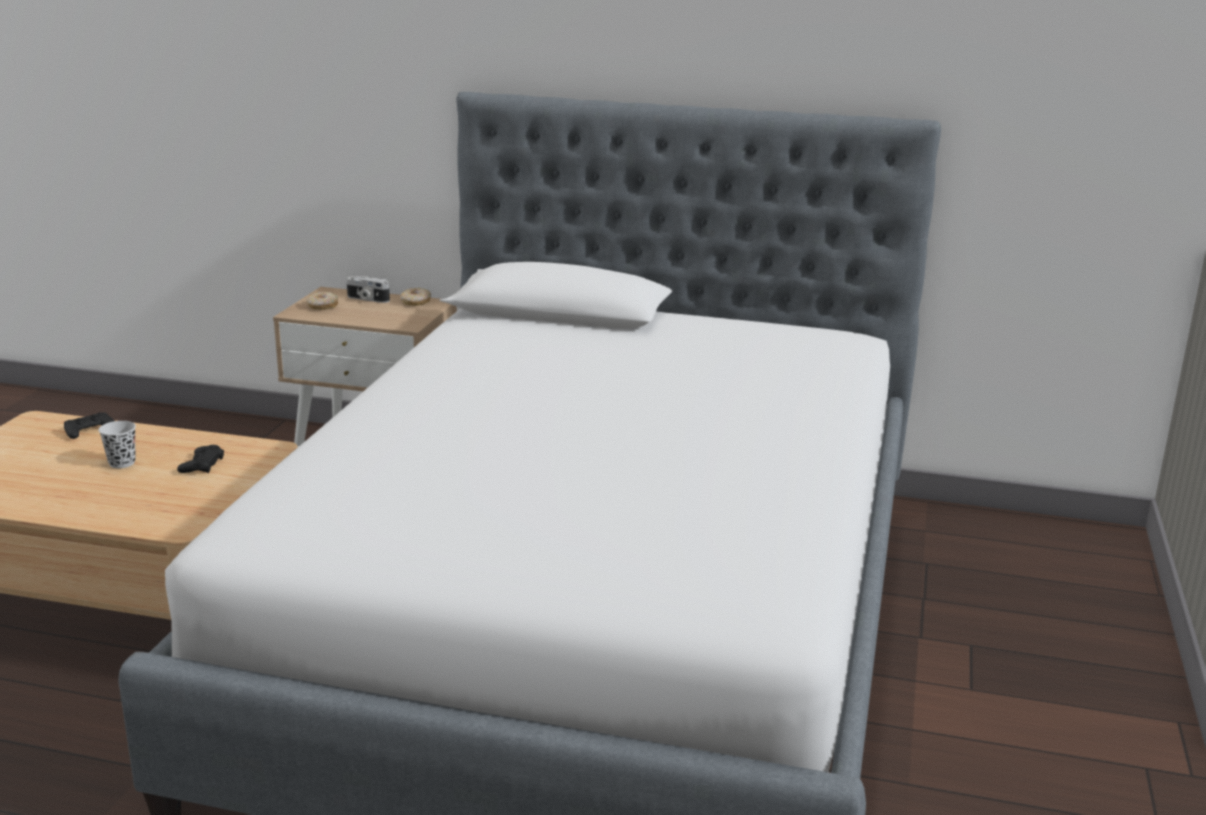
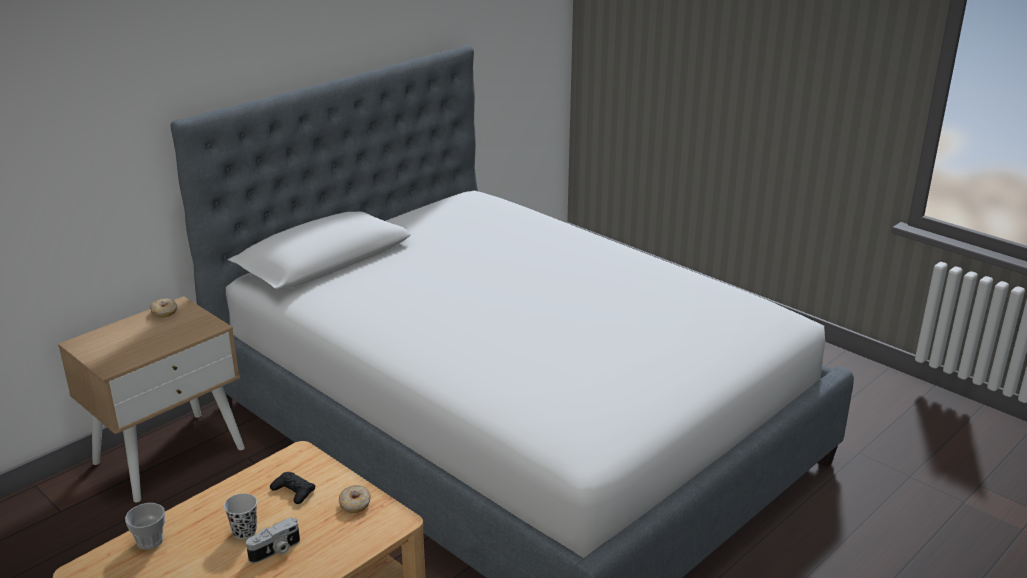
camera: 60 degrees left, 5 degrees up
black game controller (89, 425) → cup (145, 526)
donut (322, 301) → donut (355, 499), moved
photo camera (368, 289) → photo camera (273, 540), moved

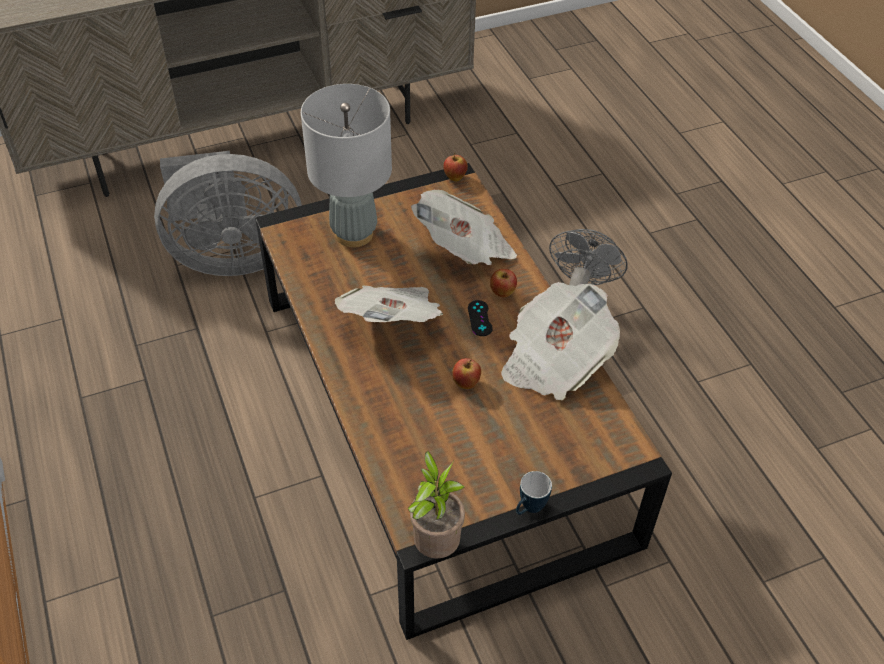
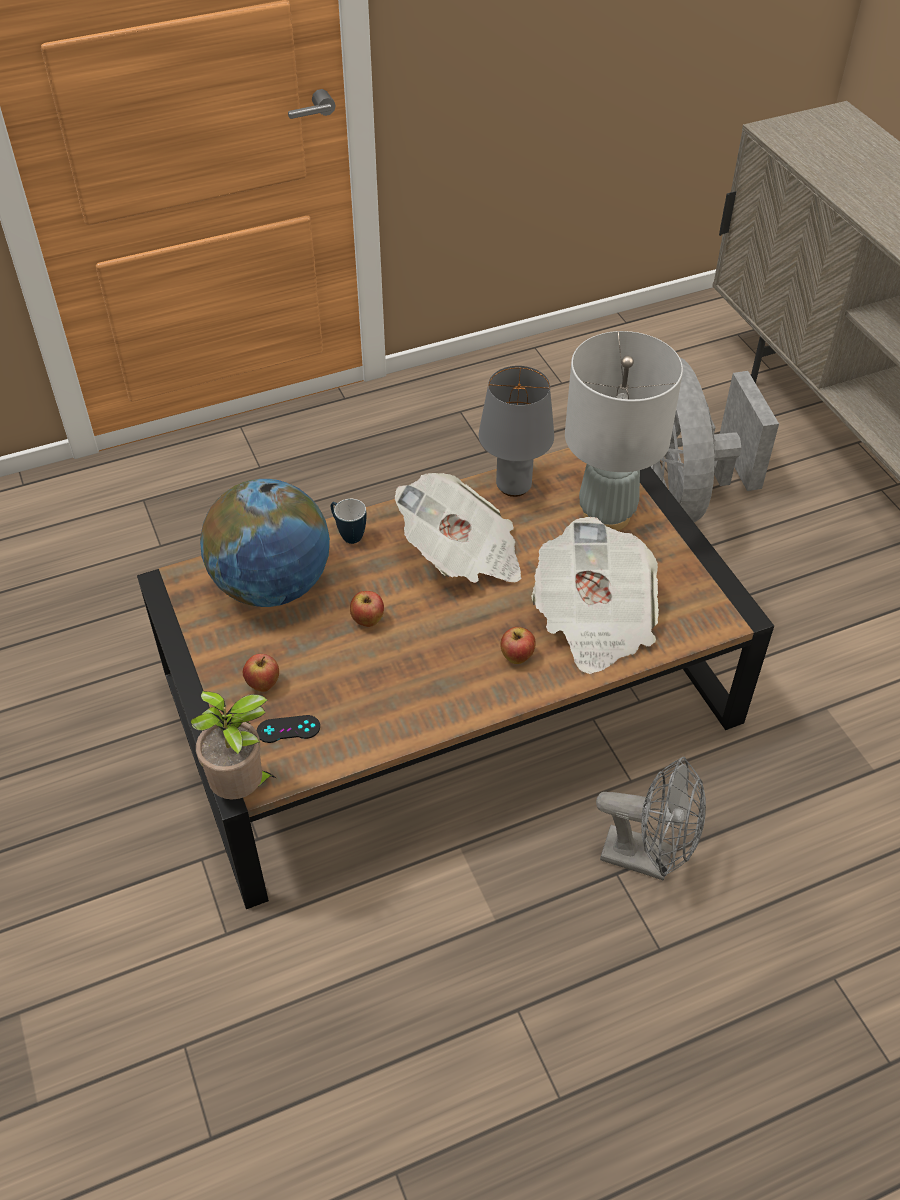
camera: 90 degrees right, 0 degrees up
potted plant (436, 505) → potted plant (234, 745), moved
apple (455, 167) → apple (261, 673), moved
black game controller (480, 318) → black game controller (288, 729), moved
newspaper (560, 341) → -
mug (534, 493) → mug (348, 521), moved
- → globe (265, 543)
- → grey table lamp (516, 431)

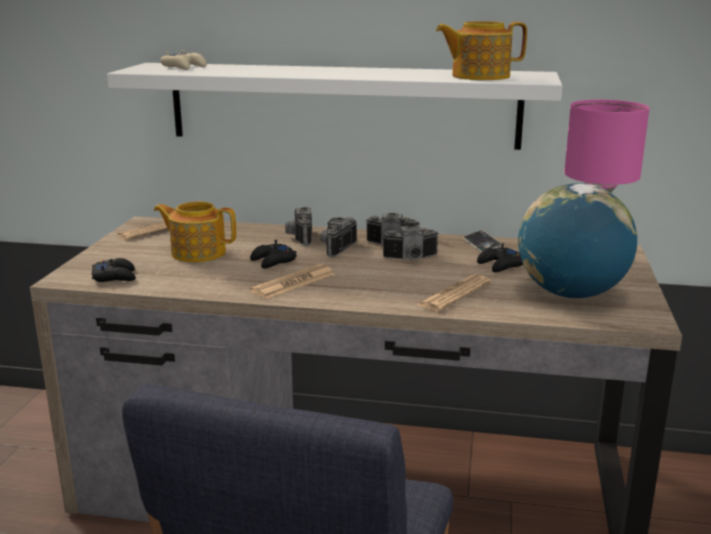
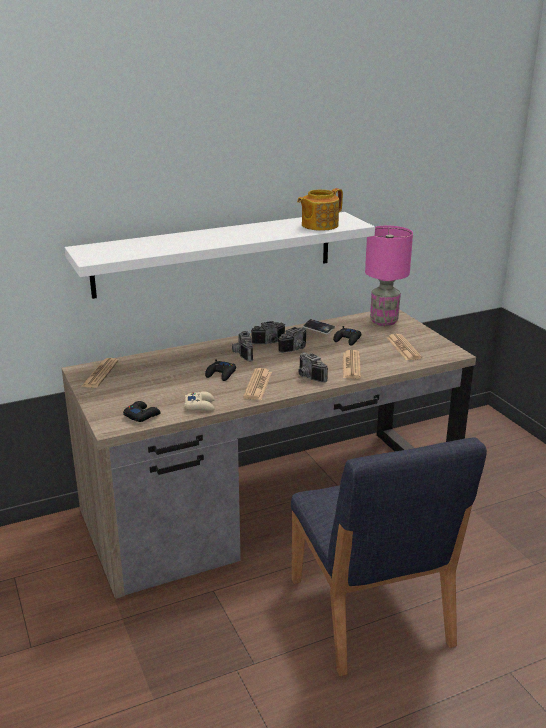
camera: 35 degrees left, 5 degrees up
teapot (195, 231) → -
beige game controller (184, 60) → beige game controller (200, 401), moved
photo camera (298, 226) → photo camera (313, 367), moved
globe (577, 240) → newspaper (404, 347)

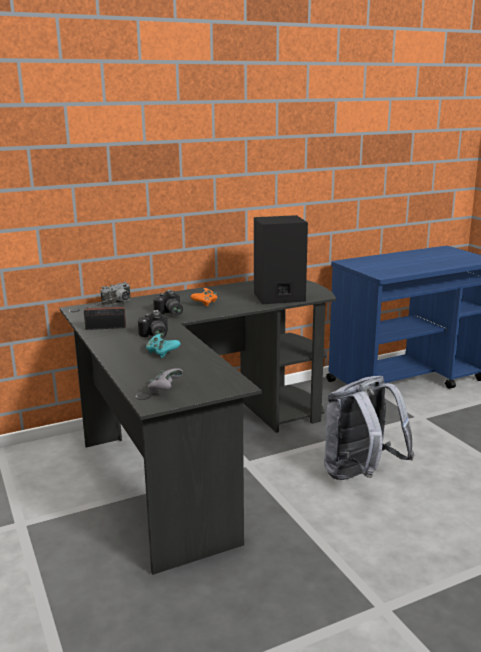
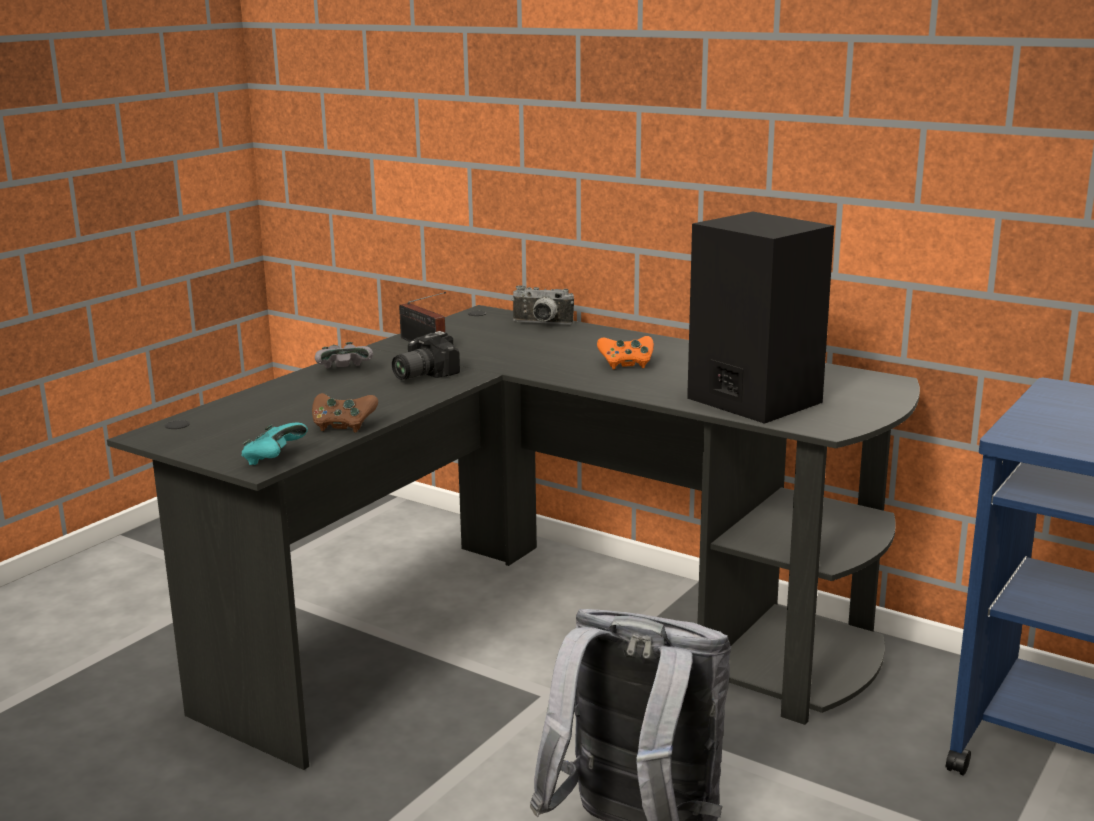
camera: 60 degrees right, 0 degrees up
turquoise game controller (163, 346) → turquoise game controller (275, 444), moved
grey game controller (165, 380) → grey game controller (344, 355), moved
photo camera (168, 303) → -
- → brown game controller (345, 413)

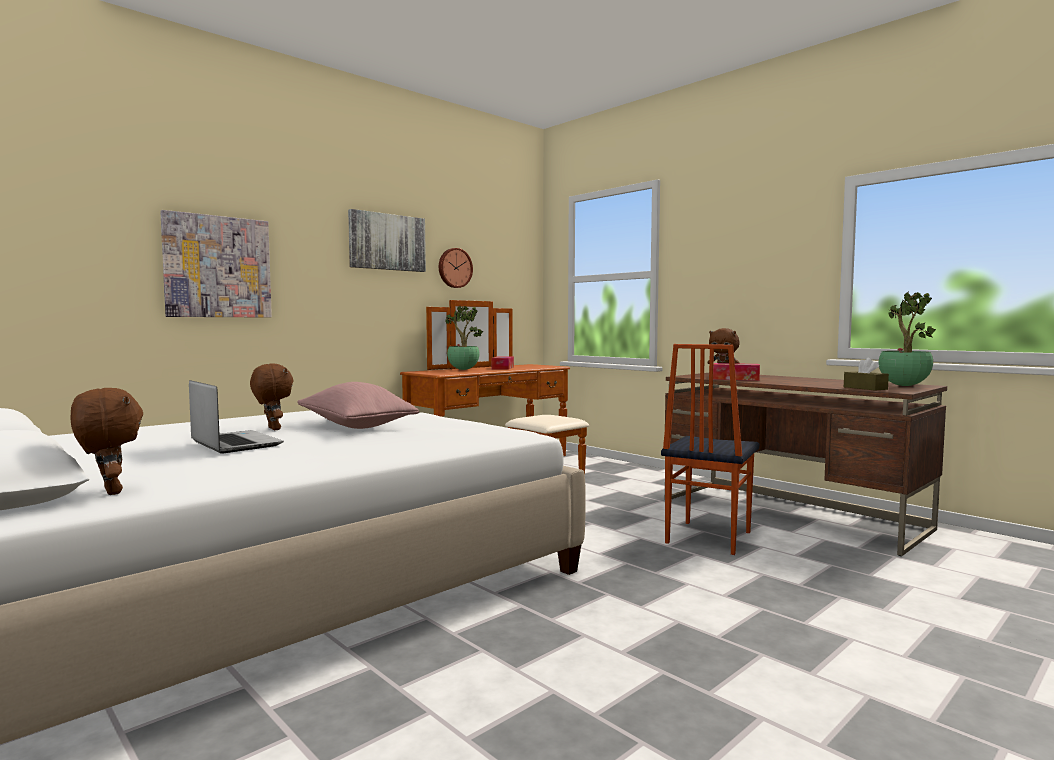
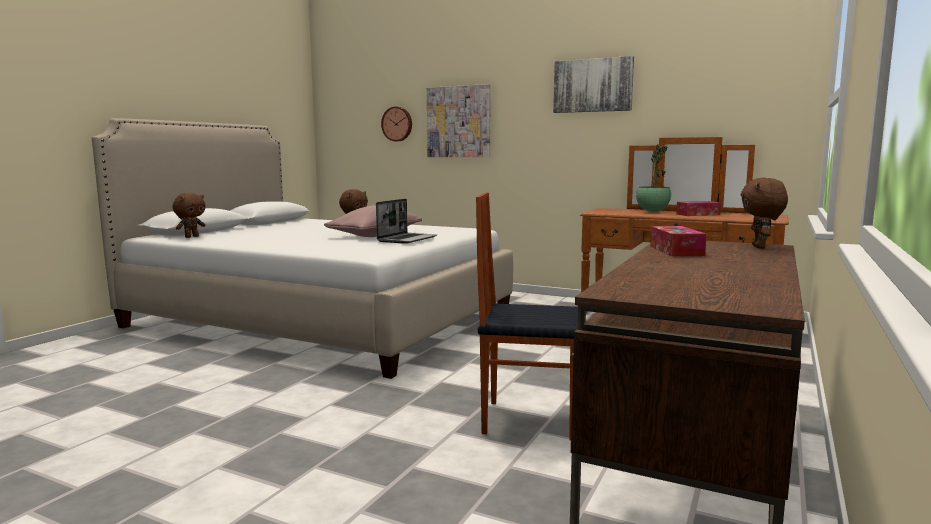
camera: 70 degrees right, 5 degrees up
laptop (236, 416) → laptop (406, 221), moved
wall clock (456, 268) → wall clock (396, 124), moved
brown tissue box (866, 374) → -
potted plant (907, 339) → -

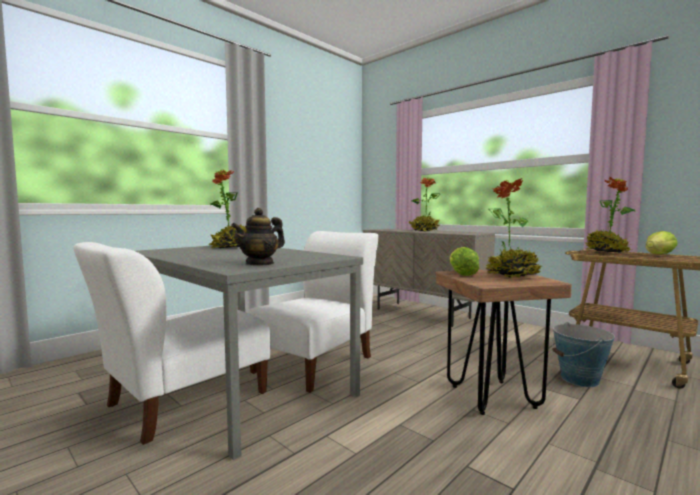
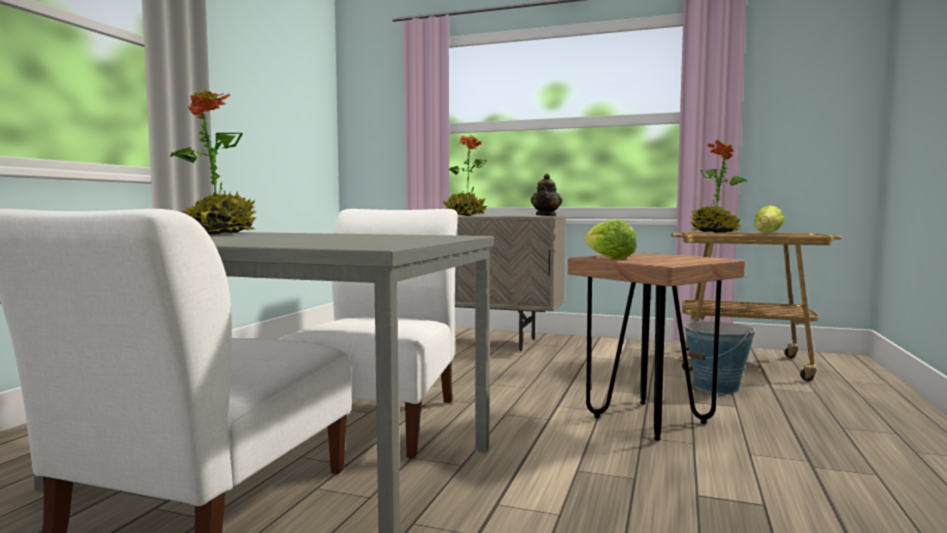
camera: 25 degrees left, 0 degrees up
teapot (258, 237) → teapot (546, 195), moved
potted plant (514, 228) → -

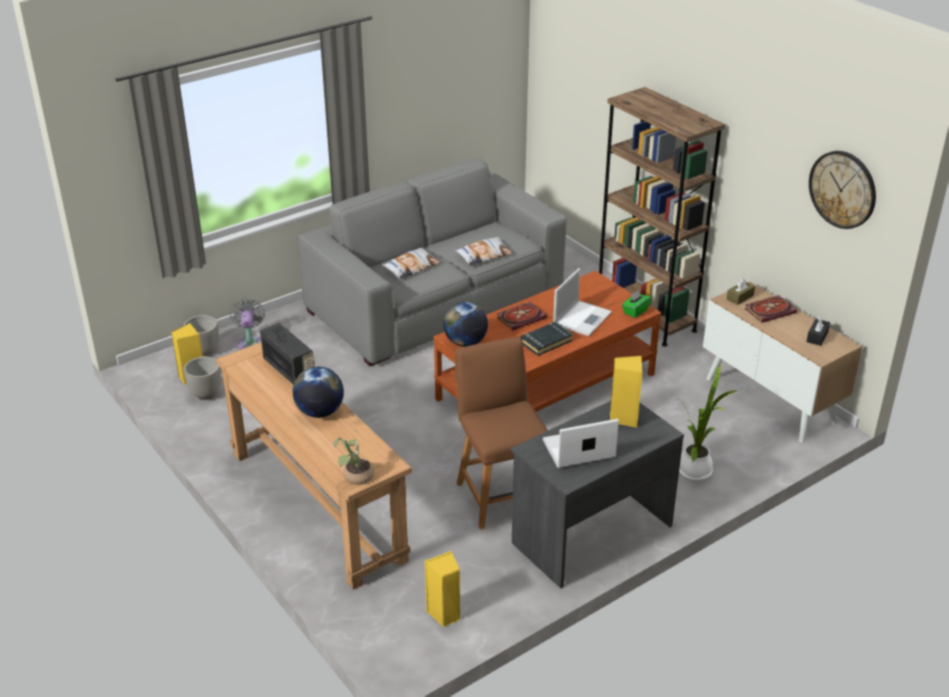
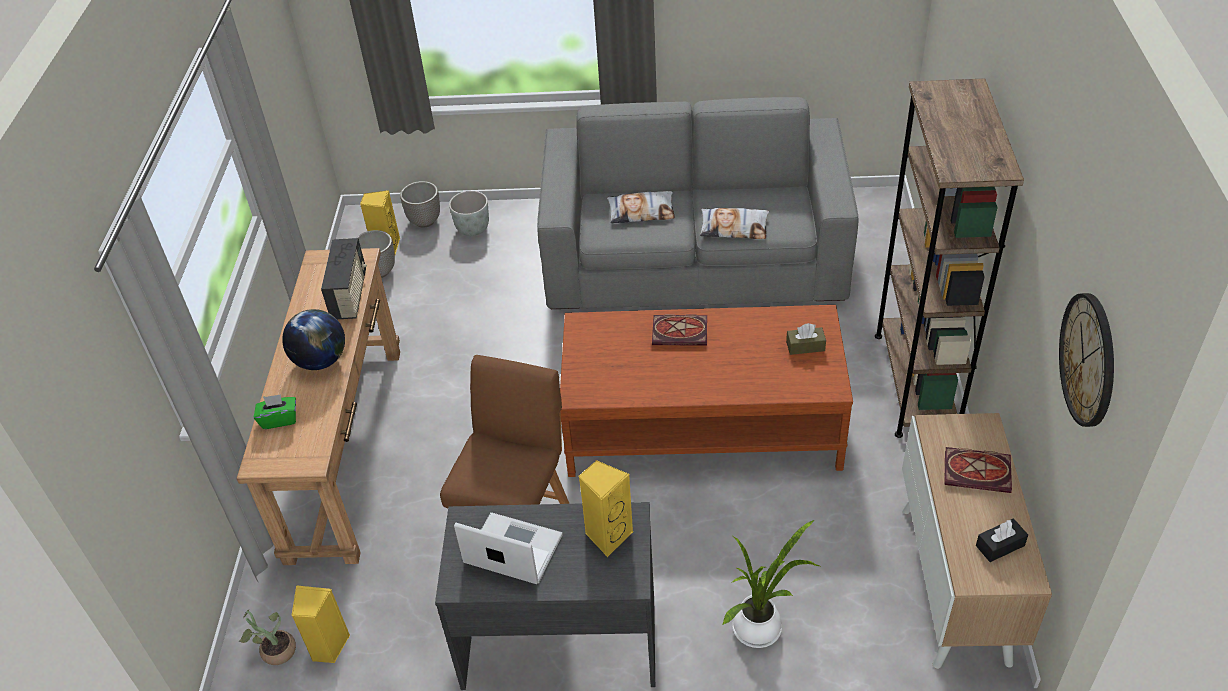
camera: 40 degrees right, 10 degrees up
grey fan (247, 324) → grey planter (469, 213)
potted plant (353, 461) → potted plant (267, 637), moved
globe (465, 324) → -
black book (547, 339) → -
laptop (582, 302) → -
green tissue box (636, 304) → green tissue box (275, 411), moved
brown tissue box (740, 291) → brown tissue box (806, 339), moved

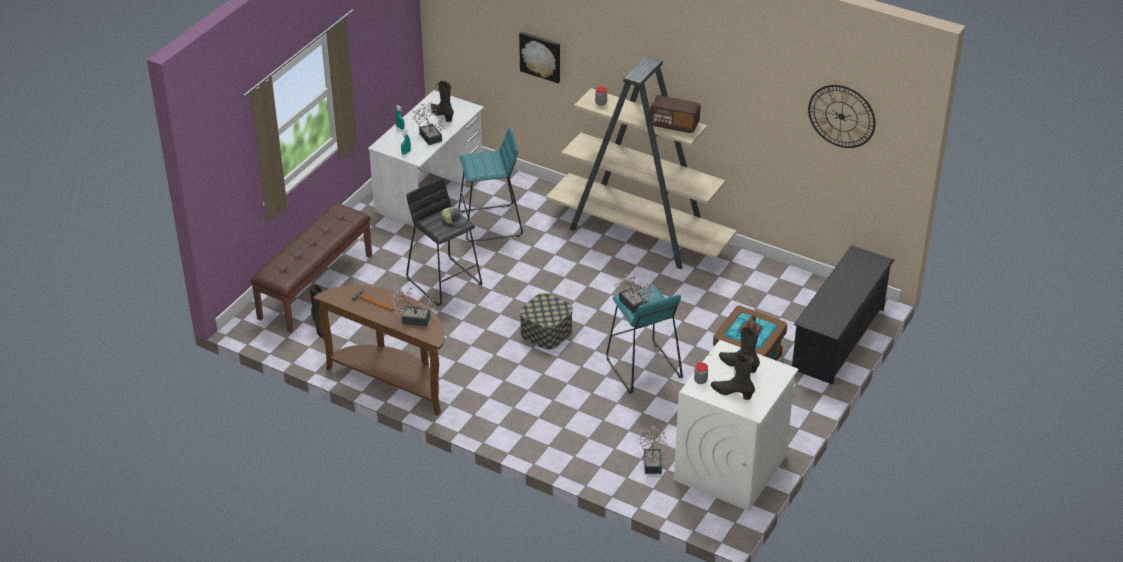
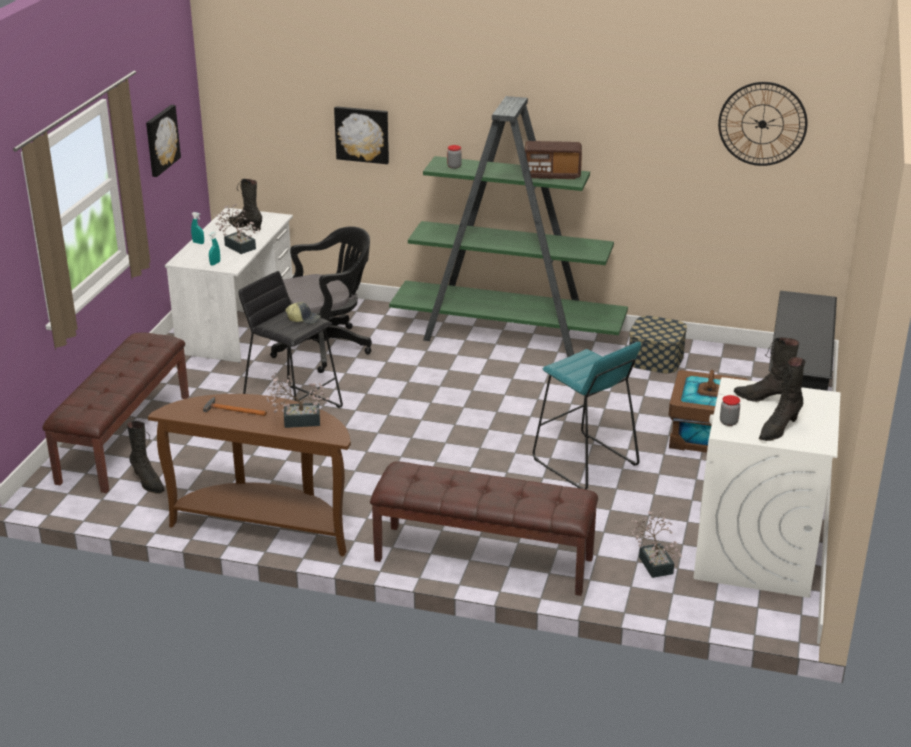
camera: 15 degrees left, 10 degrees down
turquoise stool (490, 184) → black office chair (321, 299)
storage box (546, 321) → storage box (658, 345), moved
beige bookcase (641, 162) → green bookcase (508, 226)
potted plant (634, 293) → -
black boot (733, 377) → black boot (782, 399), 60 degrees counterclockwise
- → picture (163, 141)
- → brown bench (484, 528)

